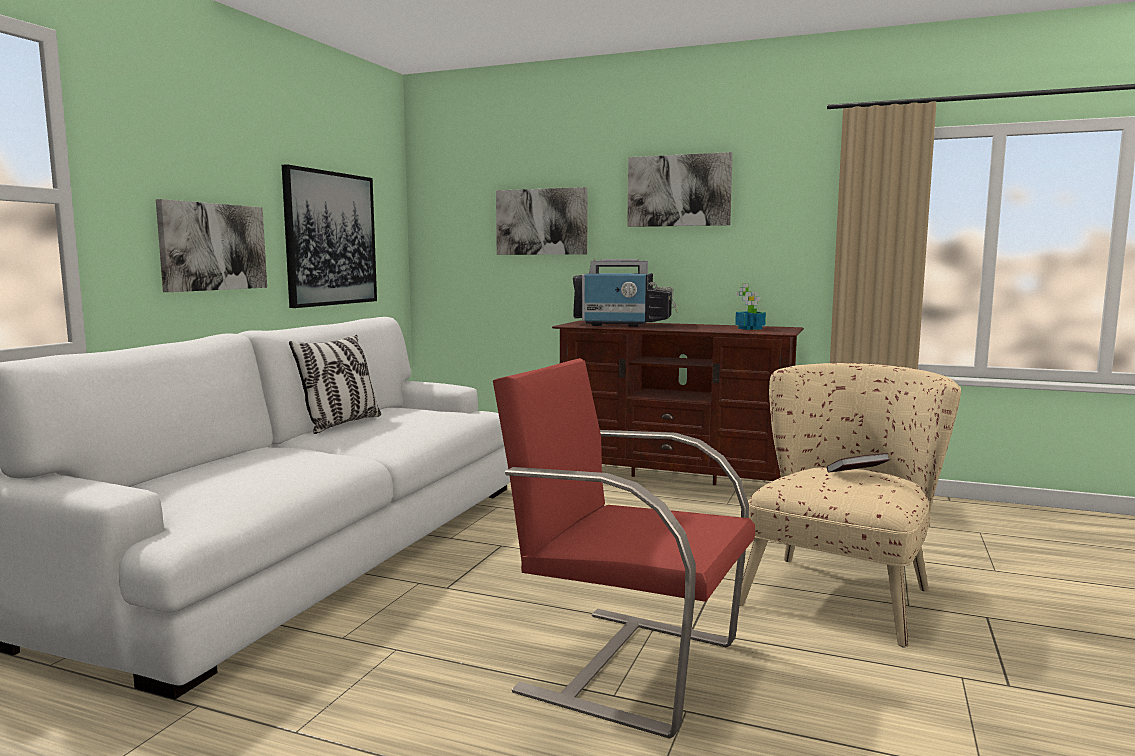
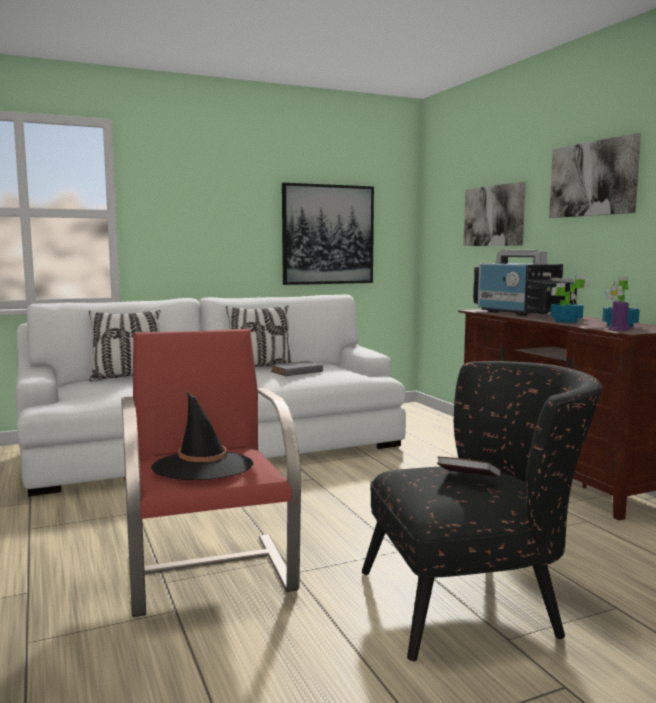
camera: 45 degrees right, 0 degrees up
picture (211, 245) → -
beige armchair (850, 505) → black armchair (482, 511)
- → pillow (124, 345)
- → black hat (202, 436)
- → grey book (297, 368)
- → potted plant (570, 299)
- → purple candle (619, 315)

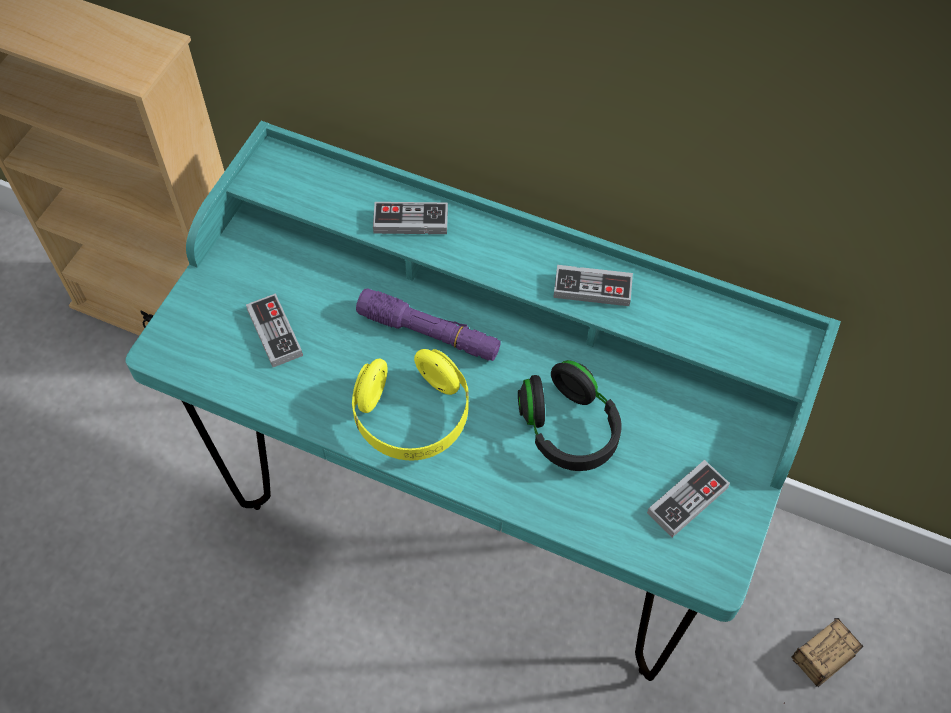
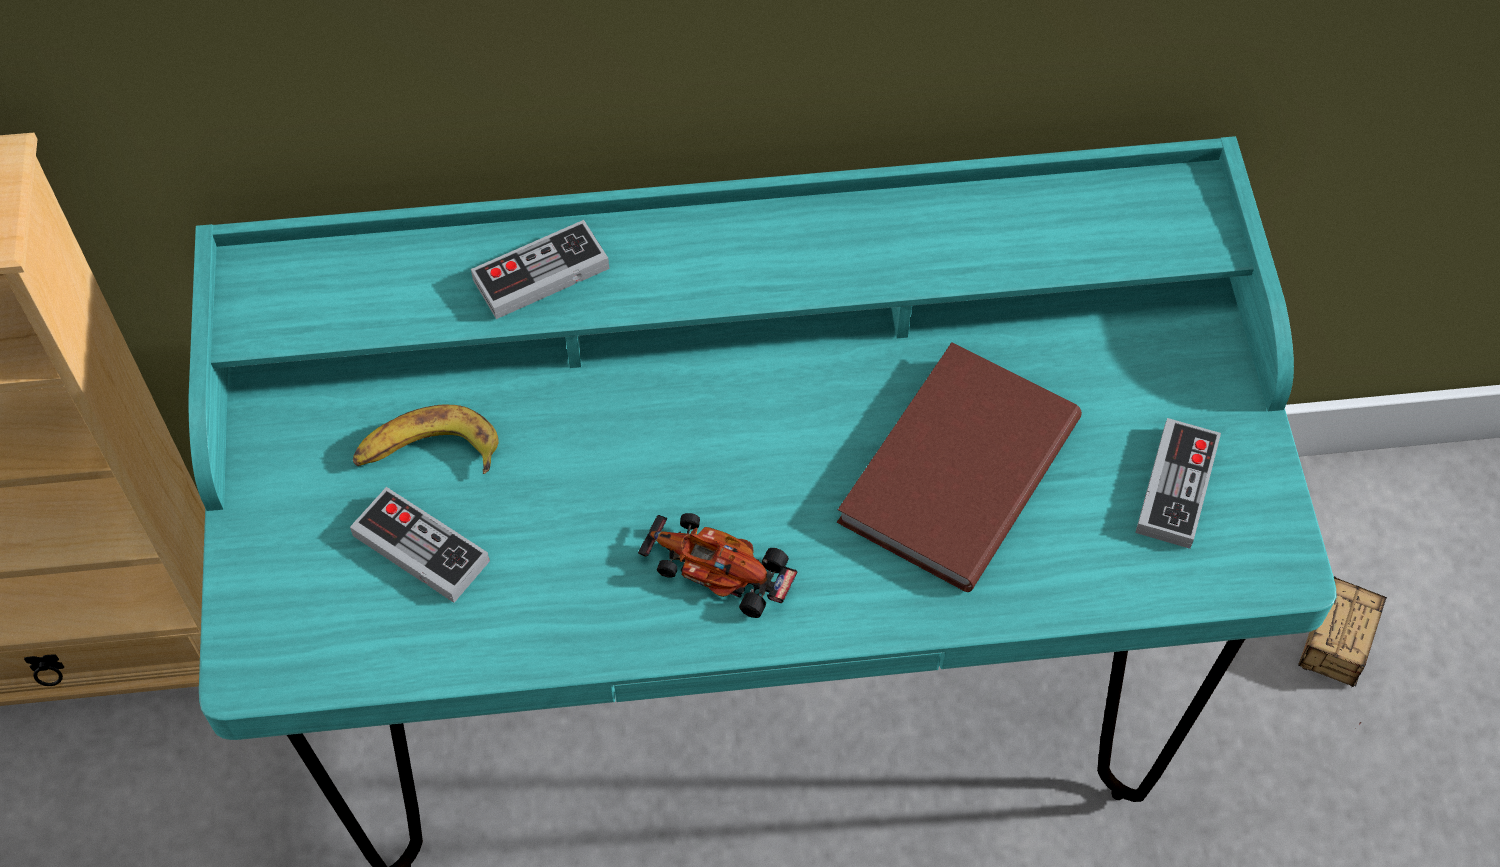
camera: 30 degrees left, 0 degrees up
yellow headphones (410, 404) → toy car (718, 565)
purple flashlight (428, 324) → -
black headphones (570, 415) → brown book (959, 467)
game controller (593, 285) → -
- → banana (426, 439)

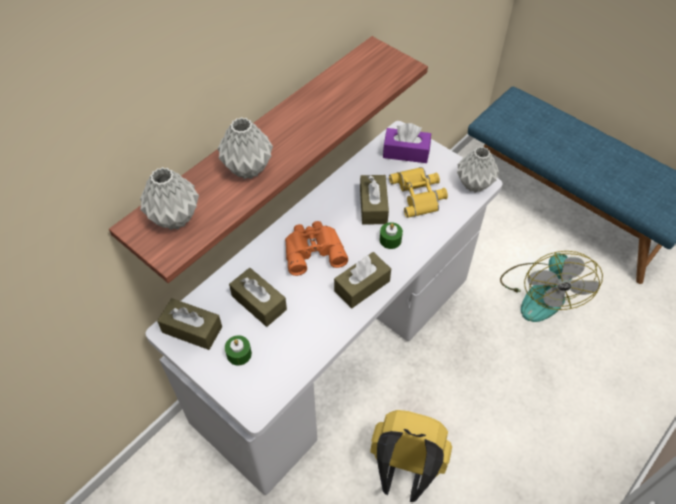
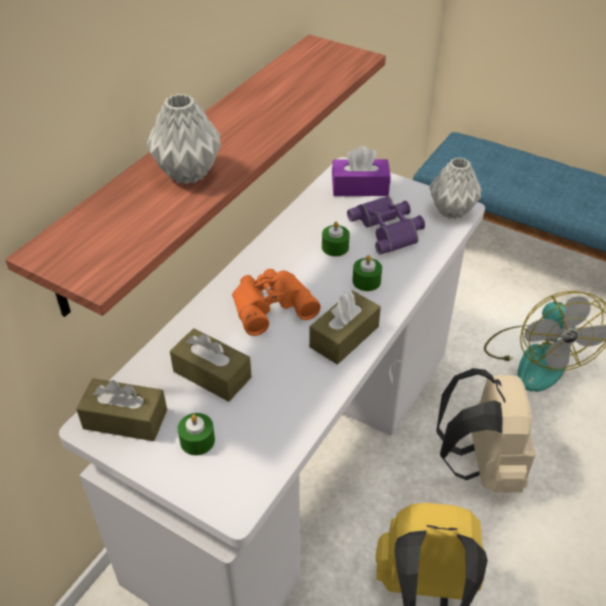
camera: 10 degrees left, 10 degrees down
grey vase (169, 198) → -
brown tissue box (374, 200) → green candle (336, 239)
yellow binoculars (418, 192) → purple binoculars (386, 225)
- → beige backpack (485, 430)

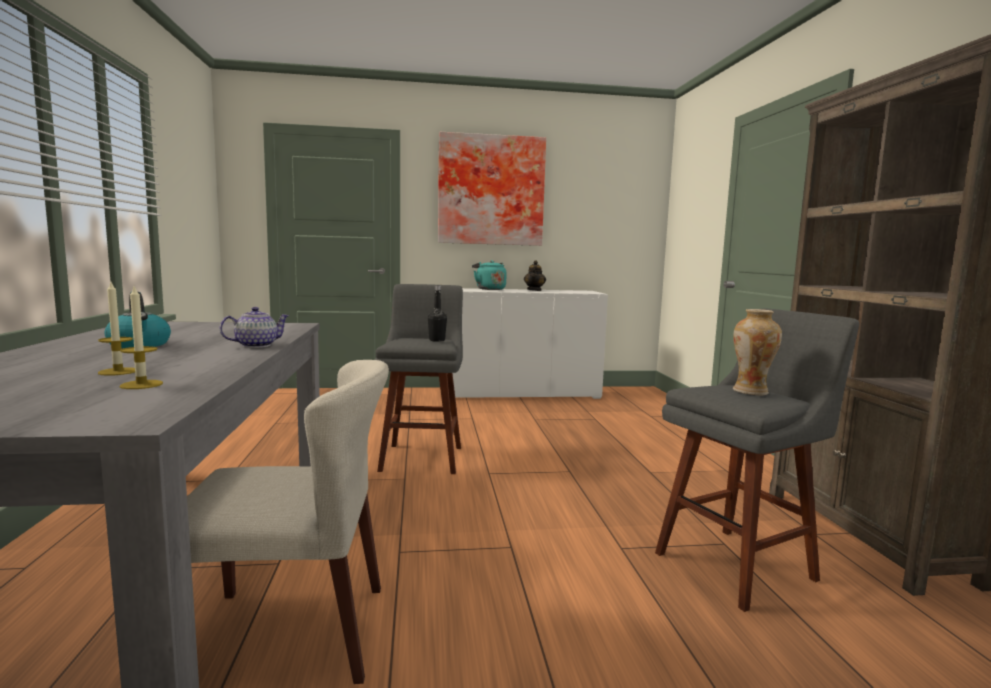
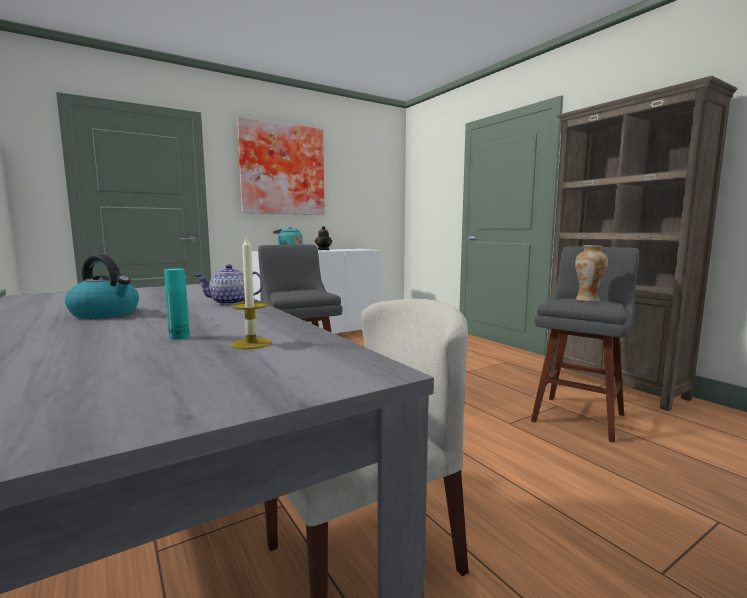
camera: 25 degrees left, 0 degrees up
candle (116, 329) → turquoise bottle (177, 304)
teapot (255, 327) → teapot (228, 284), 135 degrees counterclockwise
black bottle (437, 313) → -

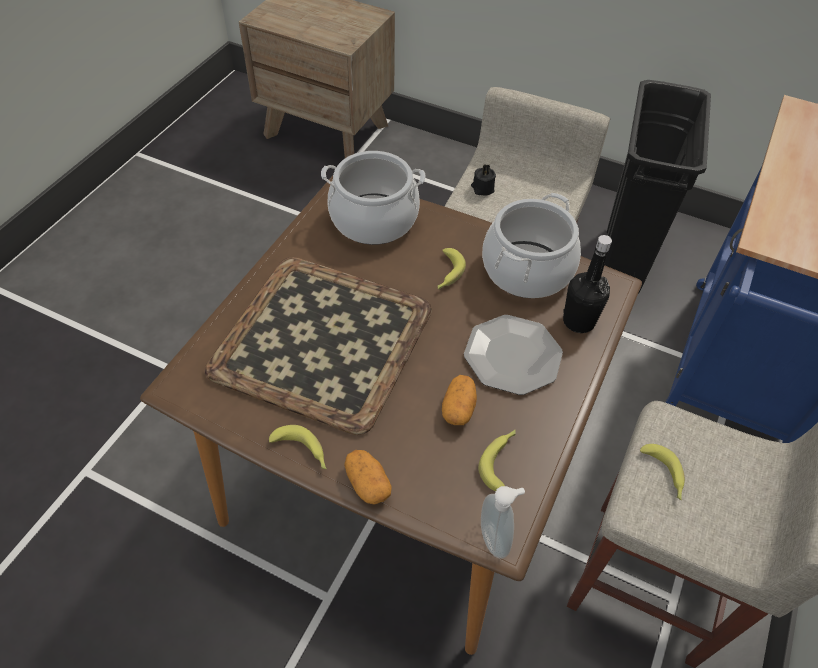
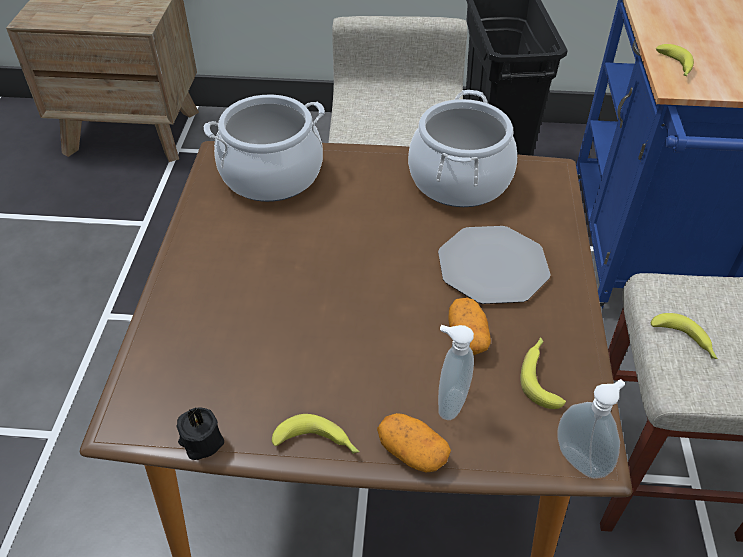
camera: 20 degrees left, 5 degrees down
tray (318, 346) → -
banana (452, 268) → banana (675, 60), moved
black candle (483, 180) → black candle (200, 433), moved
black bottle (587, 284) → -
- → soap dispenser (456, 372)

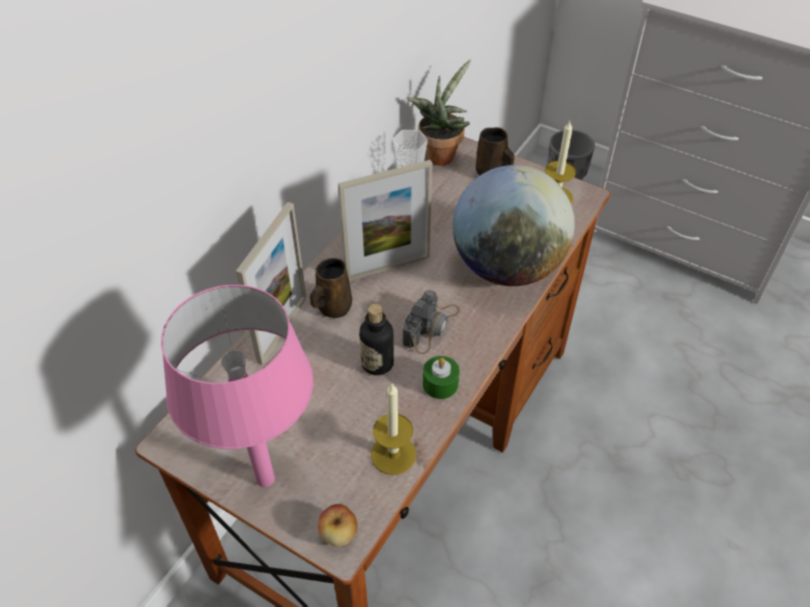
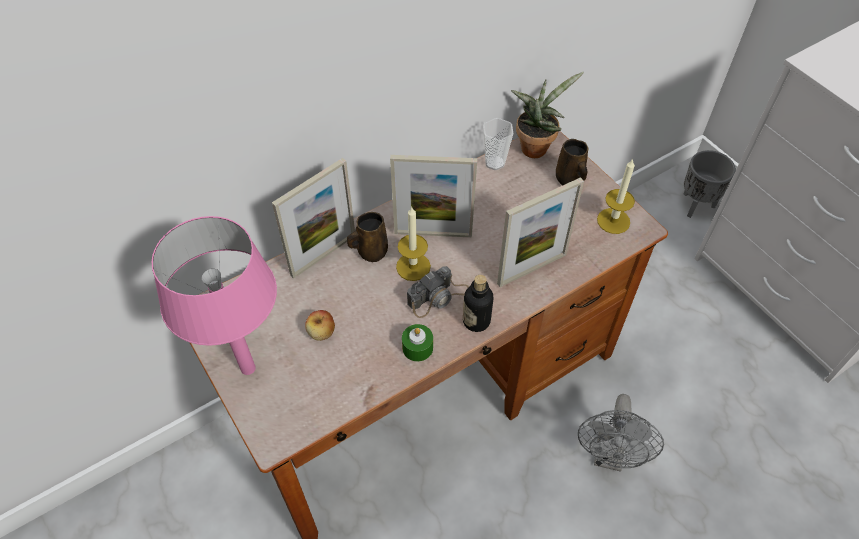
camera: 25 degrees right, 5 degrees up
apple (338, 525) → apple (320, 325), moved
bottle (376, 339) → bottle (478, 303), moved
candle (393, 429) → candle (413, 243), moved
globe (514, 225) → picture frame (540, 232)
- → grey fan (621, 433)

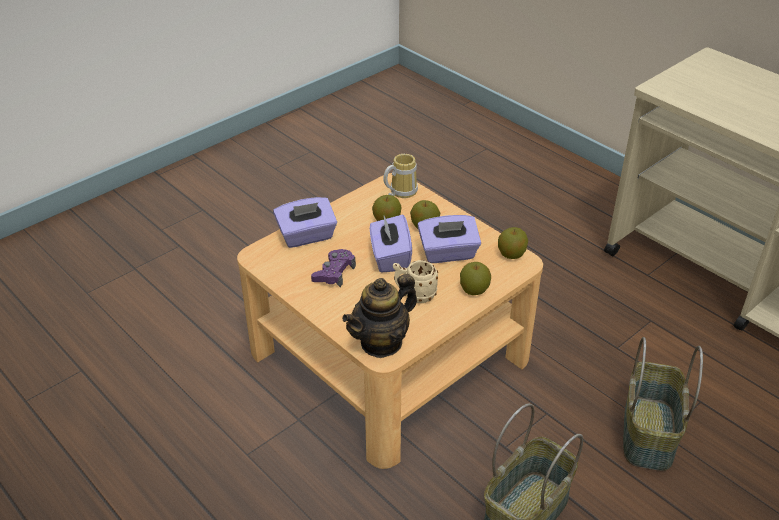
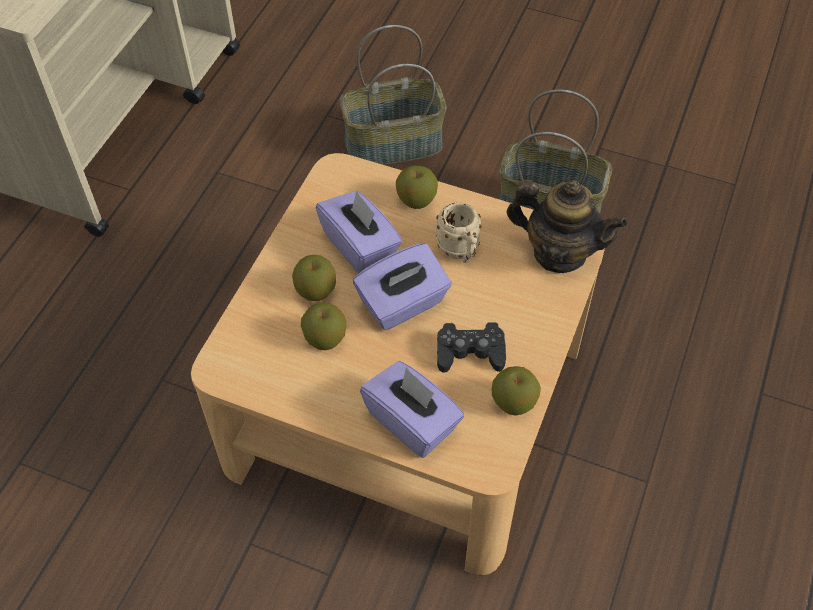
camera: 115 degrees left, 15 degrees up
purple game controller (333, 268) → black game controller (471, 347)
mug (400, 176) → -
apple (513, 243) → apple (516, 391), moved

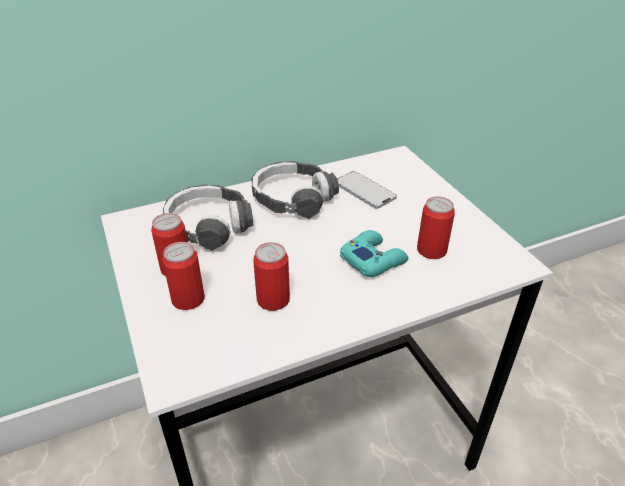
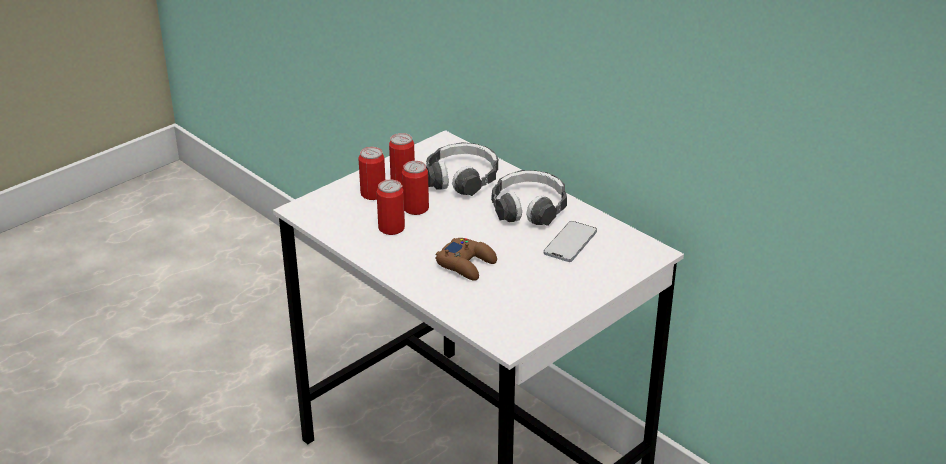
camera: 70 degrees right, 5 degrees down
turquoise game controller (374, 253) → brown game controller (466, 259)
can (436, 227) → can (415, 188), moved

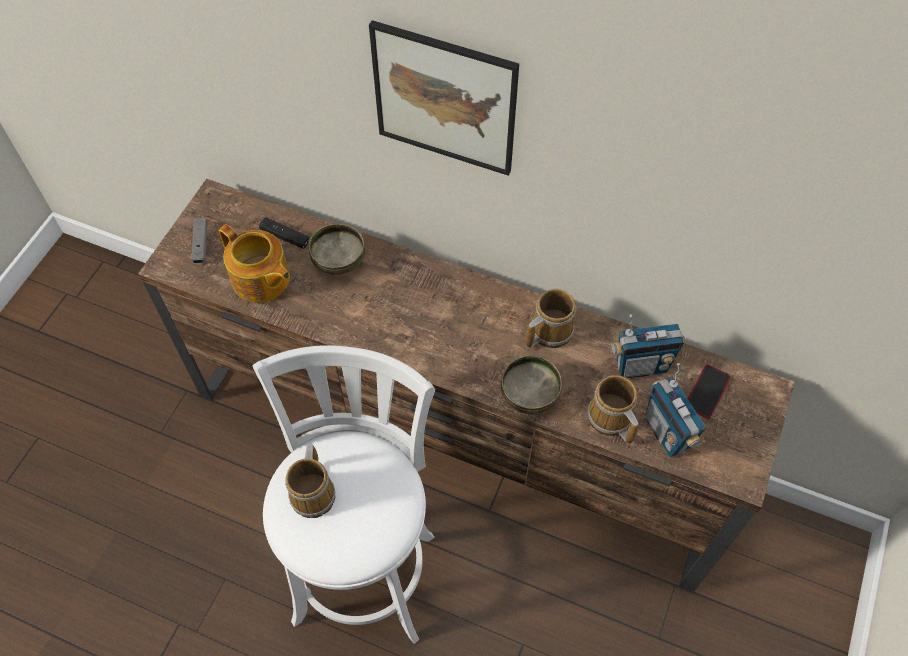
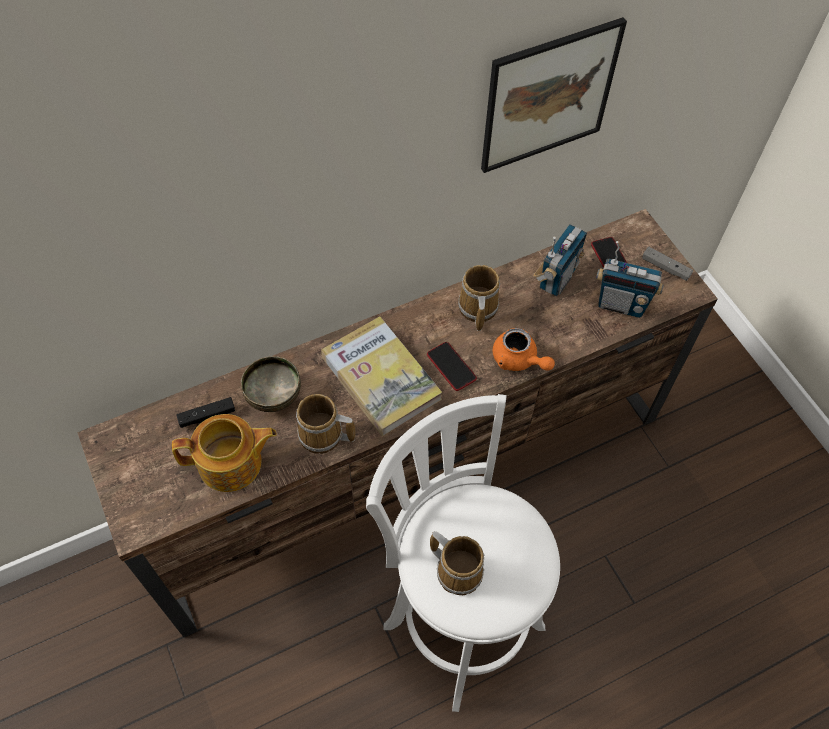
camera: 50 degrees left, 0 degrees up
grey game controller (199, 241) → grey game controller (667, 264), moved
picture (444, 98) → picture (554, 95), moved
bowl (531, 384) → orange teapot (524, 349)
mug (613, 409) → mug (326, 424), moved
- → book (381, 376)
- → phone (452, 366)

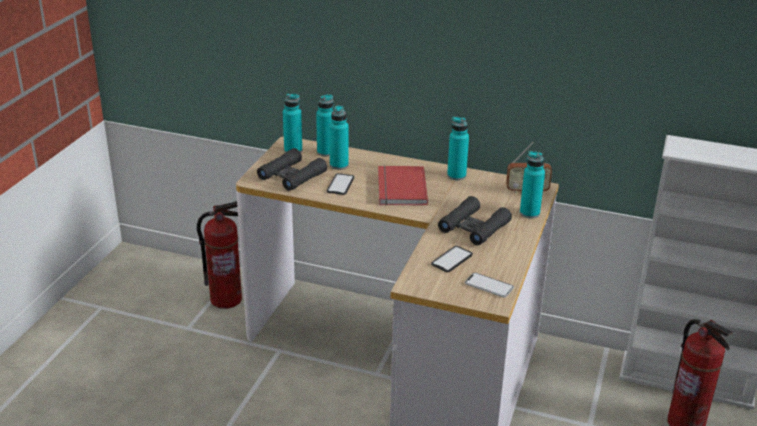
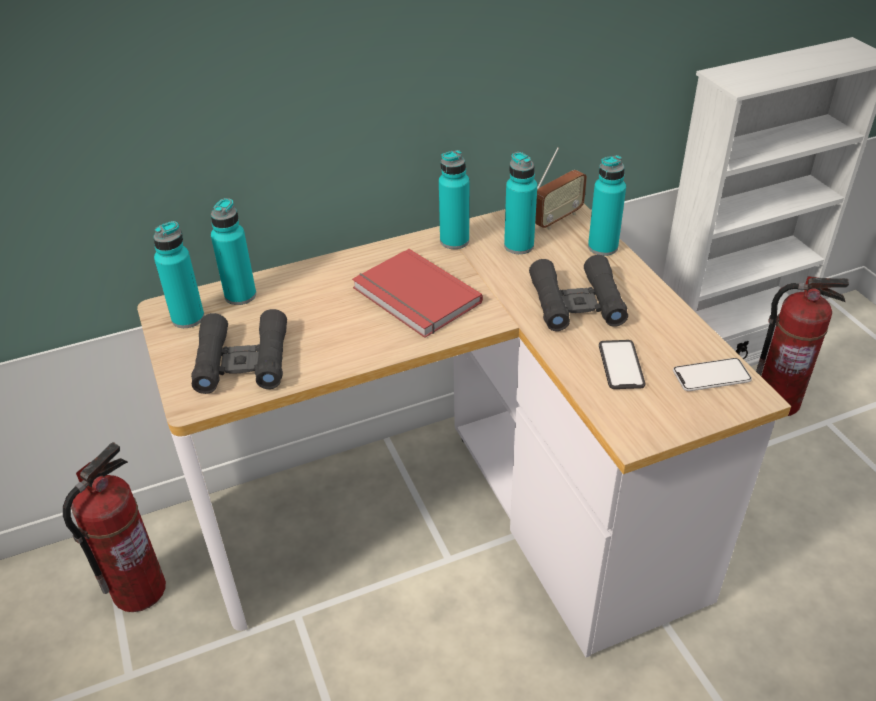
camera: 40 degrees left, 10 degrees up
phone (340, 184) → -
turquoise bottle (338, 137) → turquoise bottle (520, 203), moved

